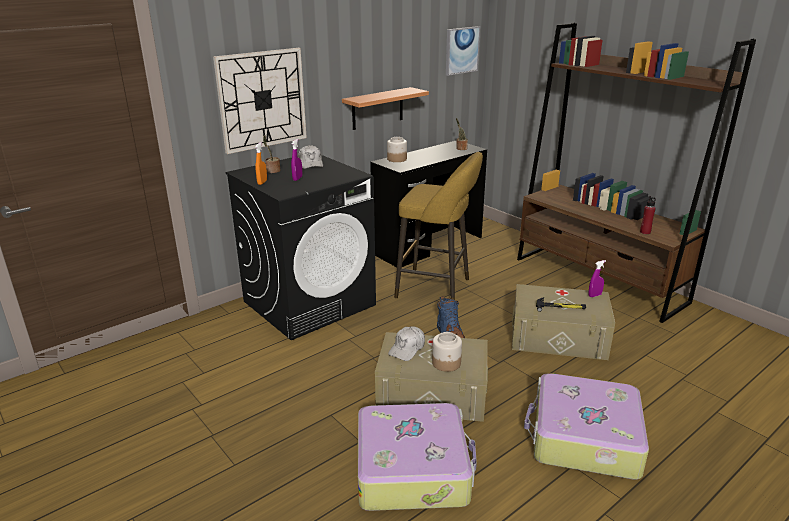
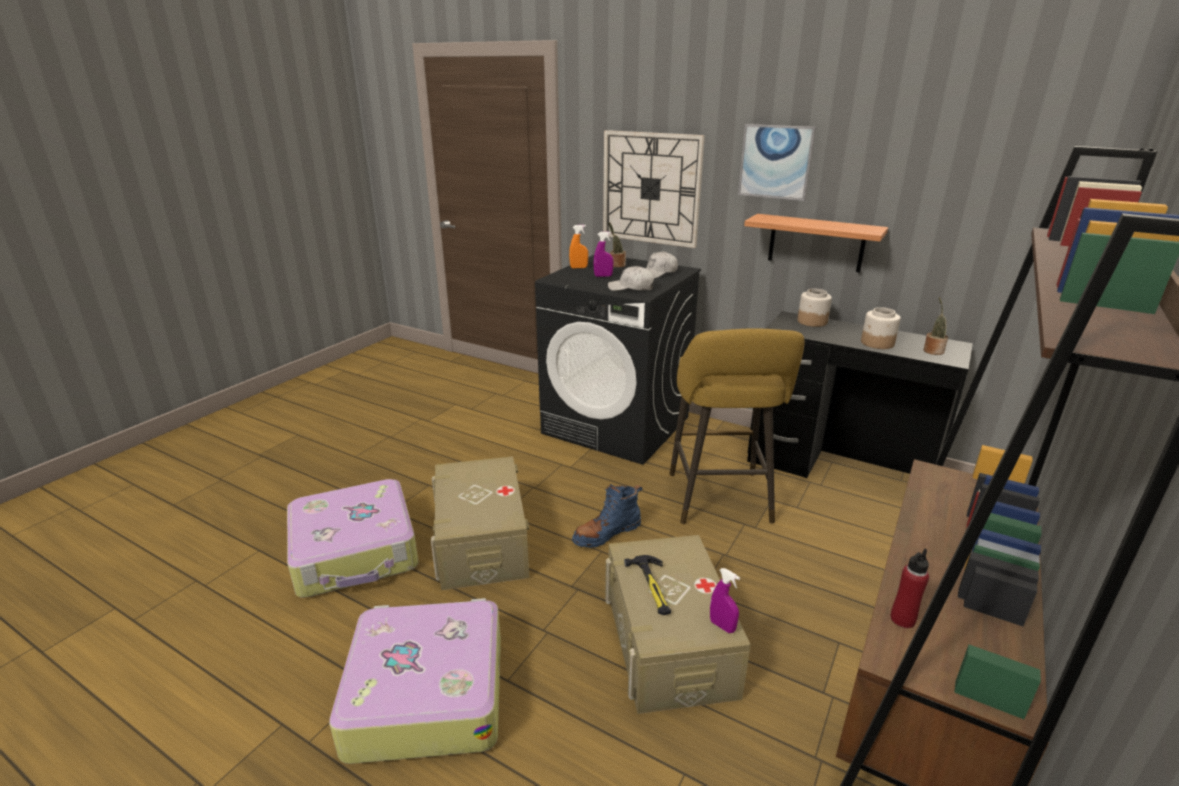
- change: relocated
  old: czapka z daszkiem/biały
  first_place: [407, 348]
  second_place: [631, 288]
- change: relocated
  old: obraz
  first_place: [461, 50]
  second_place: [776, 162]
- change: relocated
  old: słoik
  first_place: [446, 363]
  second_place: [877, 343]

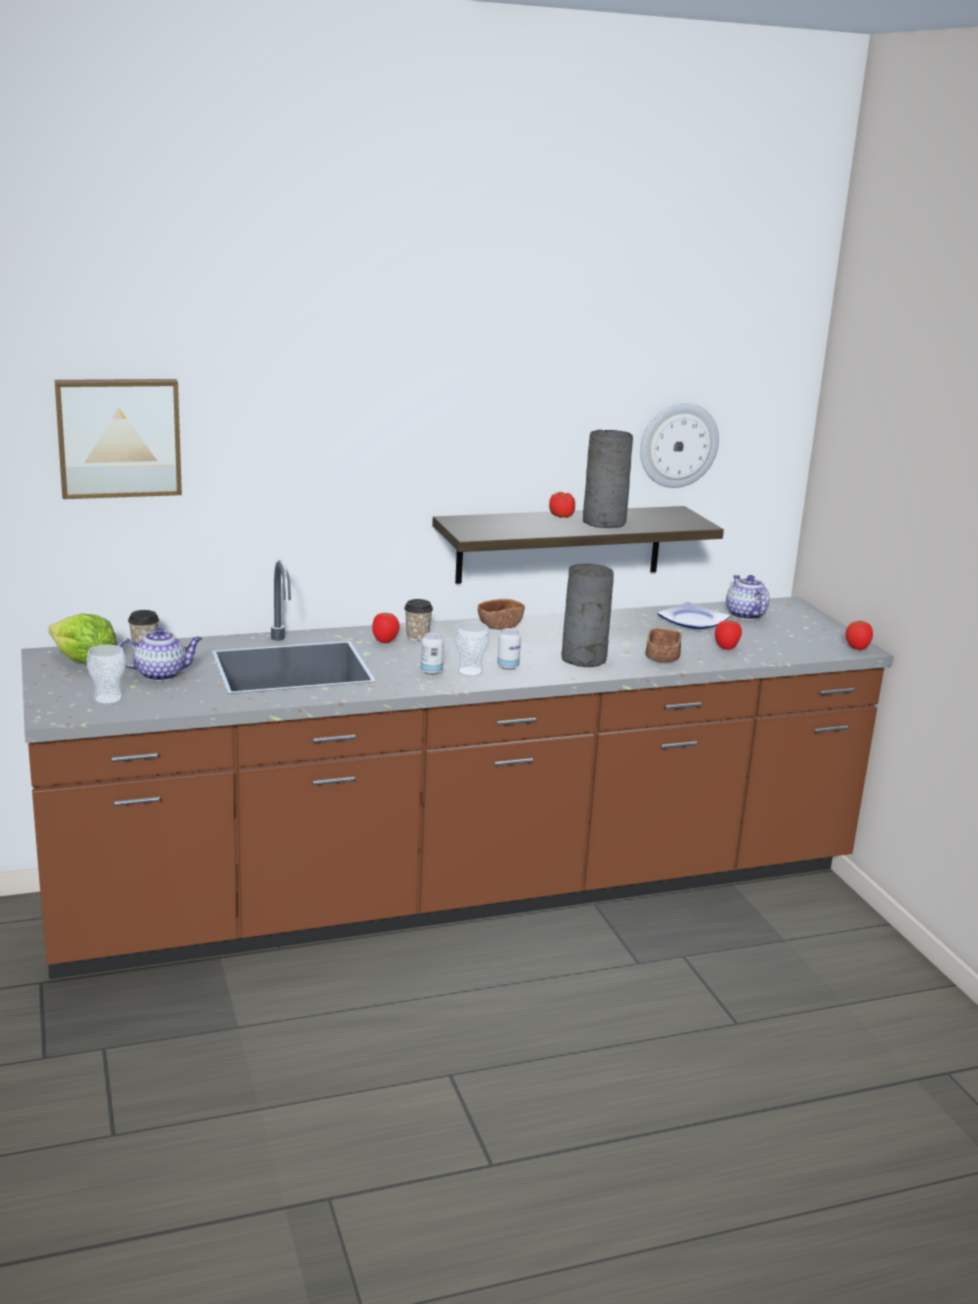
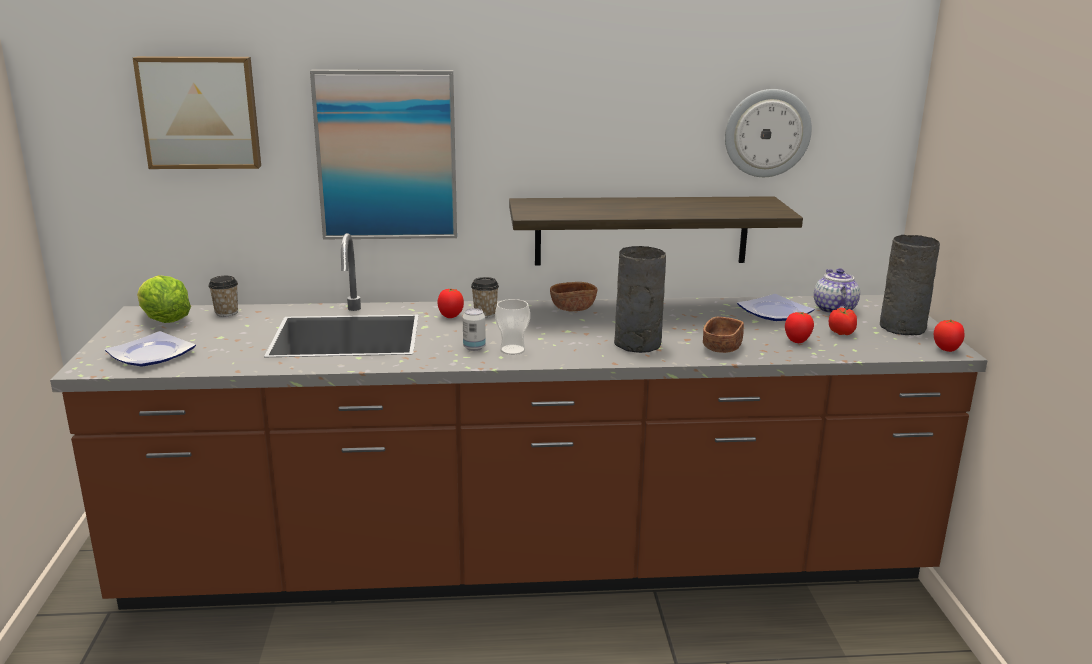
- change: exchanged
  old: filiżanka
  new: talerz
  first_place: [108, 699]
  second_place: [151, 355]
- change: appeared
  new: obraz
  second_place: [387, 155]
- change: relocated
  old: pomidor
  first_place: [561, 516]
  second_place: [841, 333]
- change: relocated
  old: wazon/szary
  first_place: [605, 522]
  second_place: [904, 327]
- change: missing
  old: imbryk
  first_place: [161, 674]
- change: missing
  old: puszka
  first_place: [508, 667]

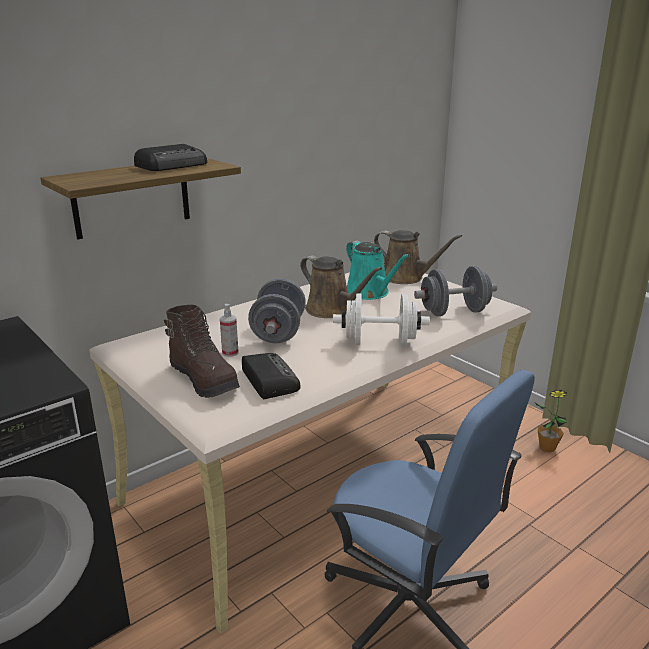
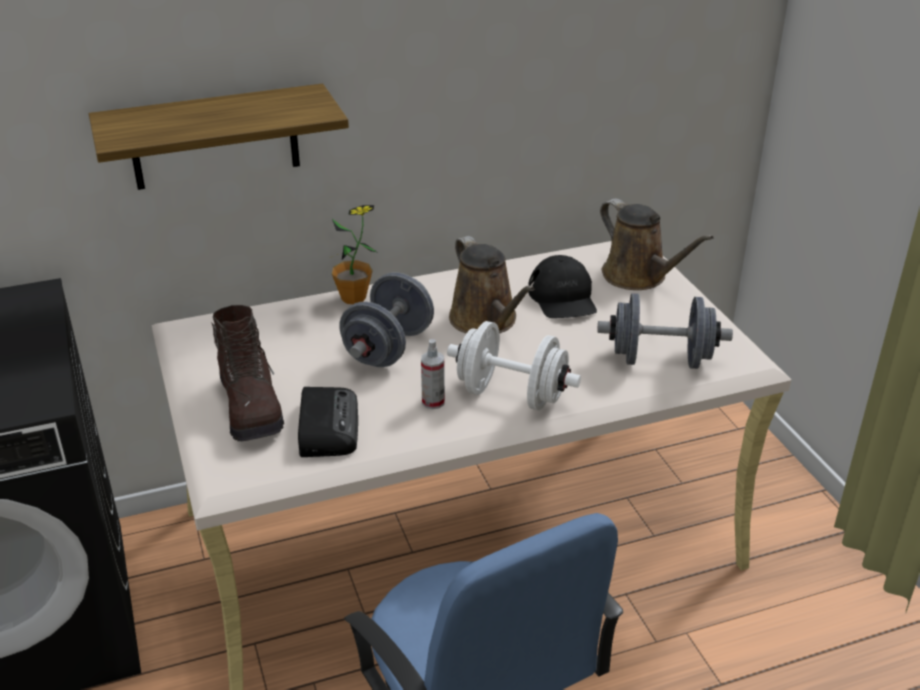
- change: relocated
  old: roślina doniczkowa
  first_place: [547, 448]
  second_place: [353, 298]
- change: relocated
  old: spryskiwacz
  first_place: [230, 353]
  second_place: [433, 402]
- change: exchanged
  old: konewka/turkusowy
  new: czapka z daszkiem/czarny
  first_place: [370, 293]
  second_place: [563, 298]
- change: missing
  old: radio
  first_place: [173, 165]

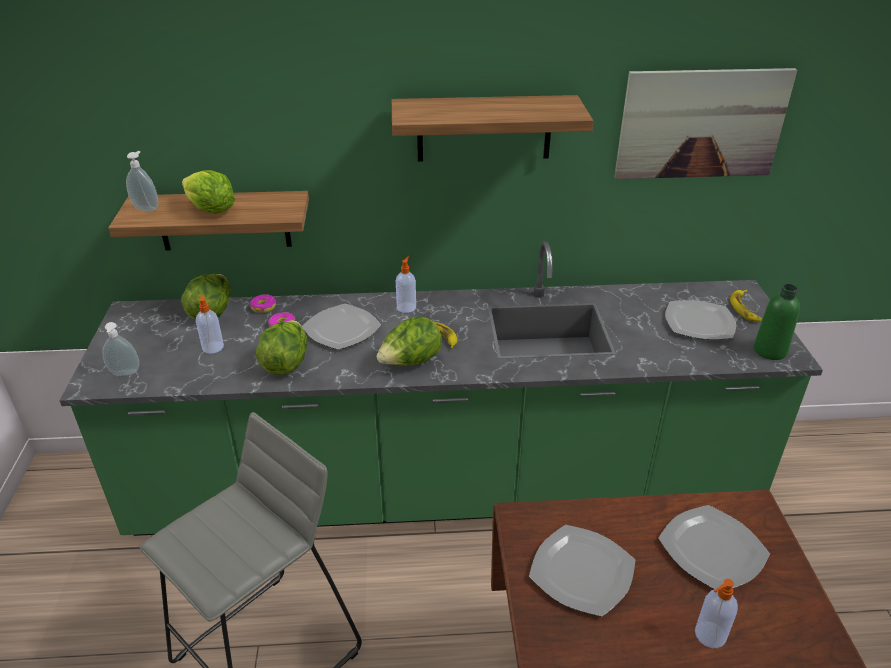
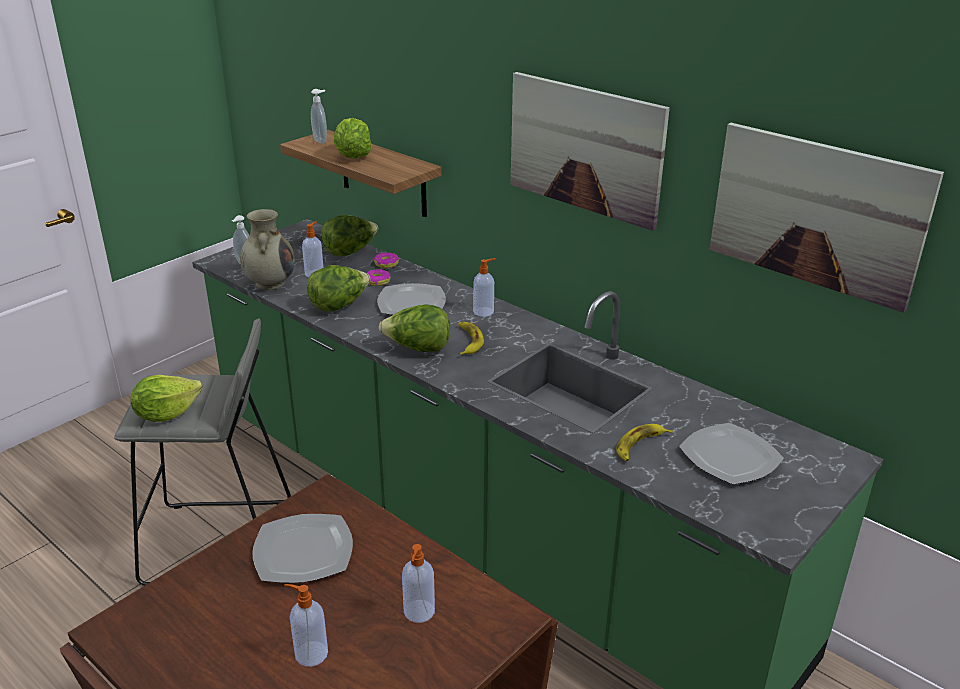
- change: appeared
  new: sałata
  second_place: [166, 414]
- change: appeared
  new: wazon/beżowy
  second_place: [270, 283]
- change: exchanged
  old: talerz
  new: dozownik mydła
  first_place: [712, 548]
  second_place: [419, 612]
- change: exchanged
  old: półka
  new: obraz
  first_place: [484, 128]
  second_place: [585, 148]
- change: relocated
  old: banan
  first_place: [745, 309]
  second_place: [640, 446]
- change: missing
  old: butelka/zielony
  first_place: [770, 351]

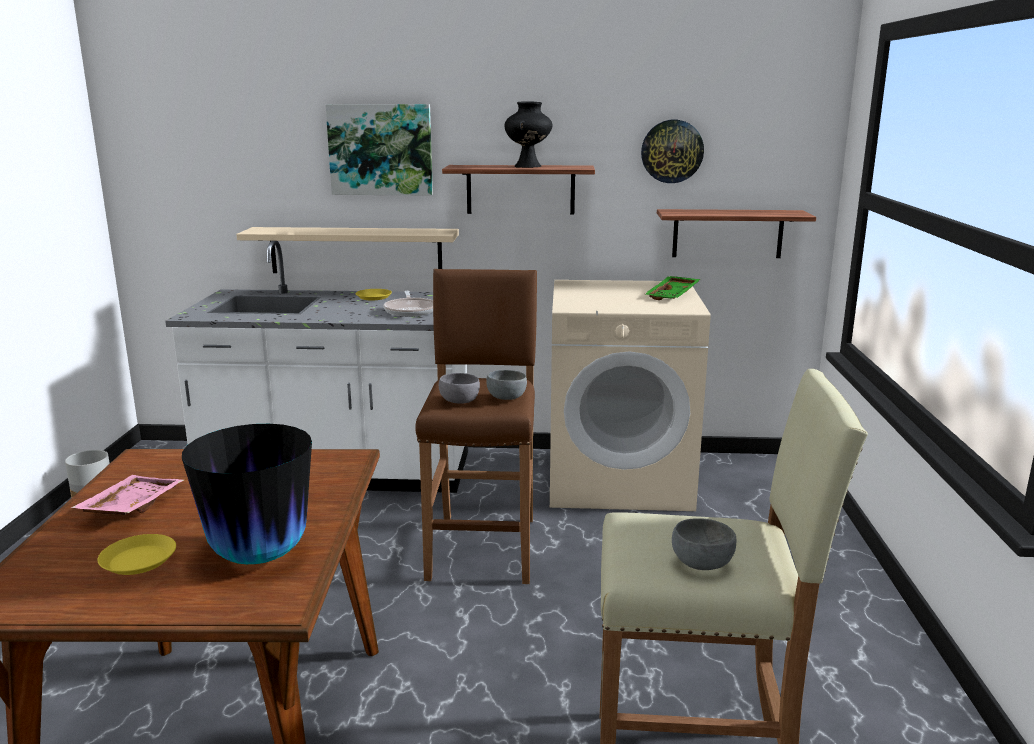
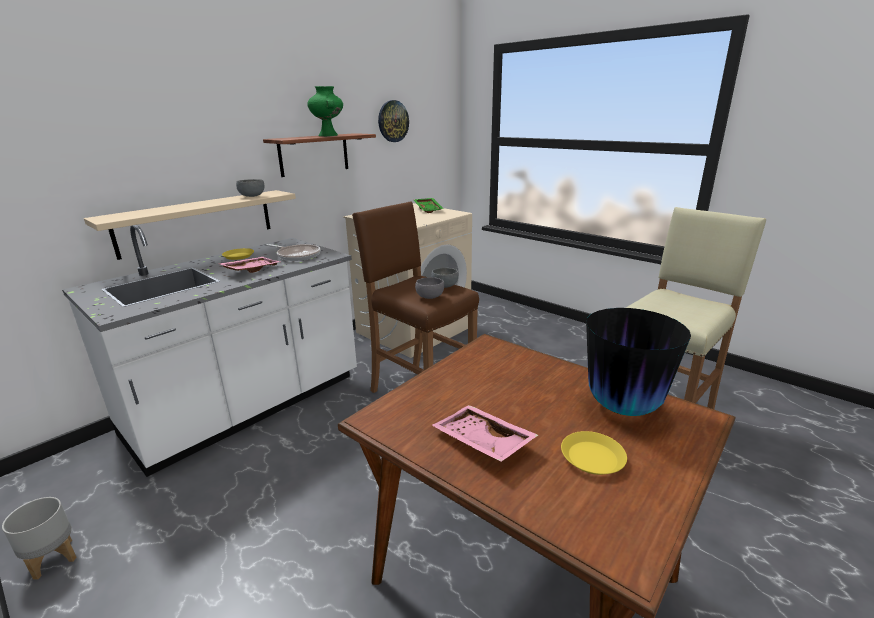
- change: appeared
  new: taca/różowy
  second_place: [251, 270]
- change: relocated
  old: miska/szary
  first_place: [701, 564]
  second_place: [252, 196]
- change: colour
  old: wazon/czarny
  new: wazon/zielony
  first_place: [528, 166]
  second_place: [329, 135]
- change: missing
  old: obraz
  first_place: [381, 149]
- change: missing
  old: półka
  first_place: [727, 233]

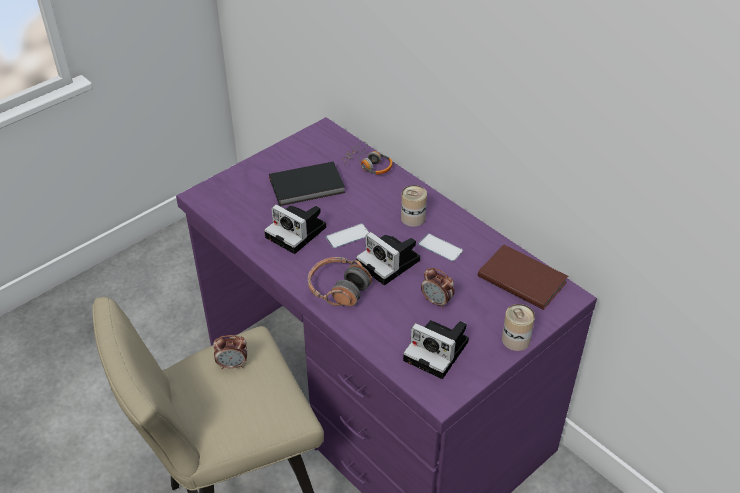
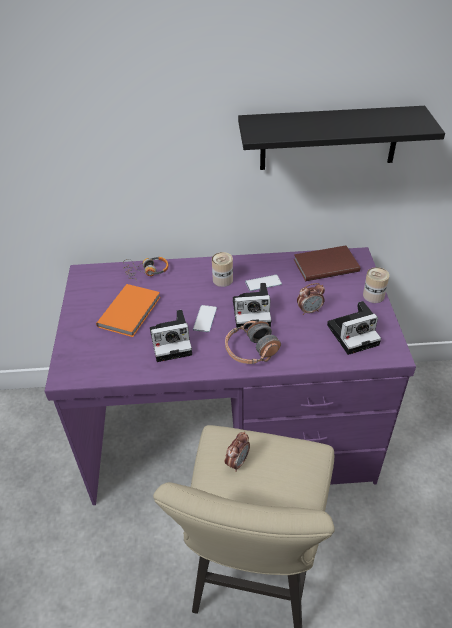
- change: colour
  old: książka/czarny
  new: książka/pomarańczowy
  first_place: [308, 186]
  second_place: [131, 311]
- change: appeared
  new: półka/czarny
  second_place: [329, 138]

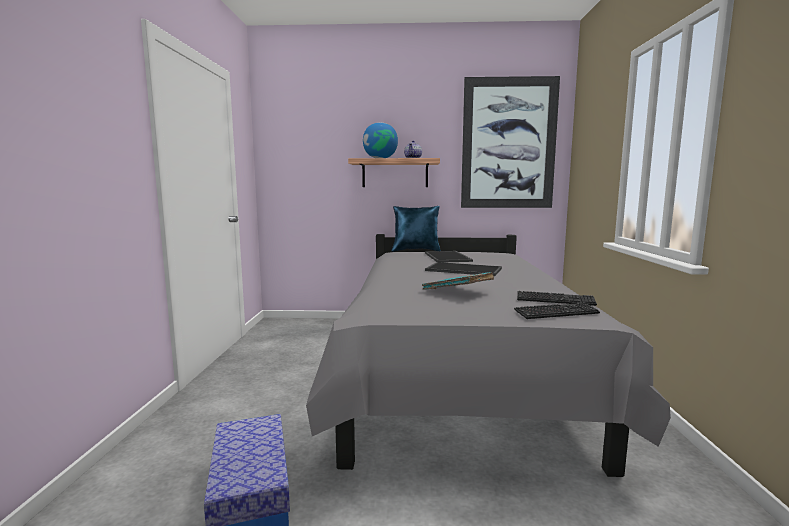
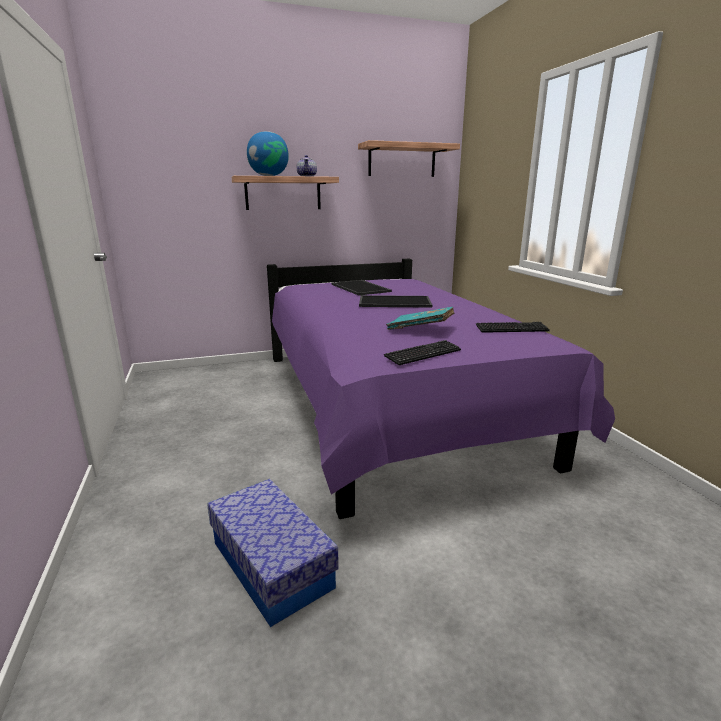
- change: colour
  old: łóżko/szary
  new: łóżko/fioletowy
  first_place: [455, 375]
  second_place: [389, 407]
- change: exchanged
  old: obraz
  new: półka
  first_place: [508, 144]
  second_place: [402, 160]
- change: relocated
  old: klawiatura
  first_place: [556, 313]
  second_place: [423, 354]
- change: missing
  old: poduszka/niebieski
  first_place: [416, 251]

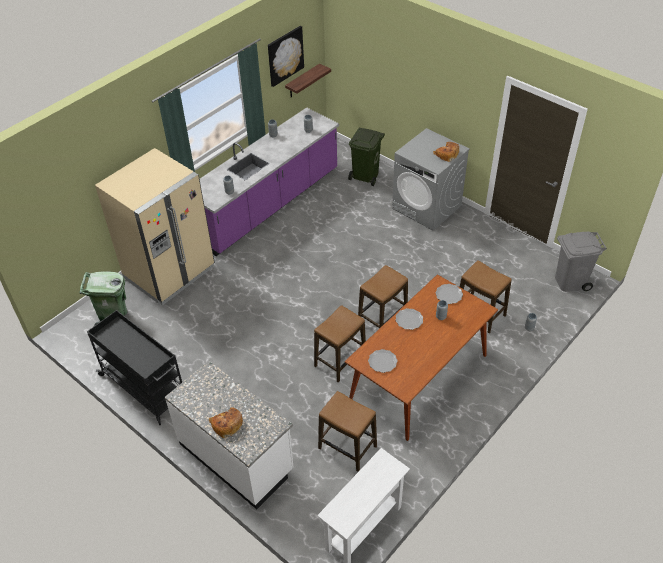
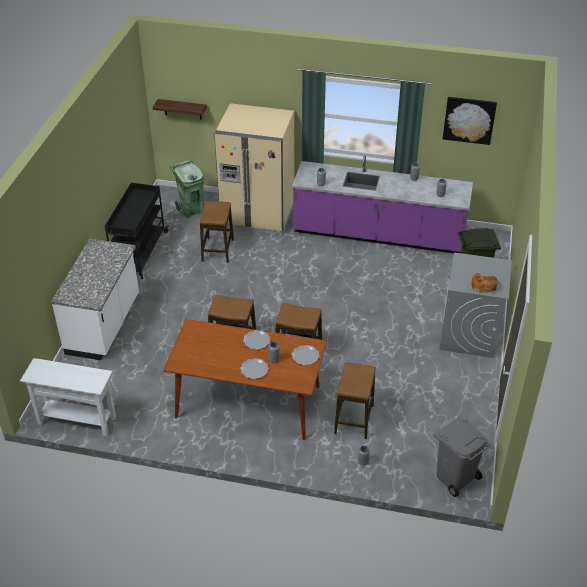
- change: relocated
  old: półka
  first_place: [302, 81]
  second_place: [182, 109]
- change: relocated
  old: stołek
  first_place: [347, 447]
  second_place: [217, 250]
- change: relocated
  old: talerz
  first_place: [382, 362]
  second_place: [254, 369]
- change: missing
  old: chleb
  first_place: [226, 424]

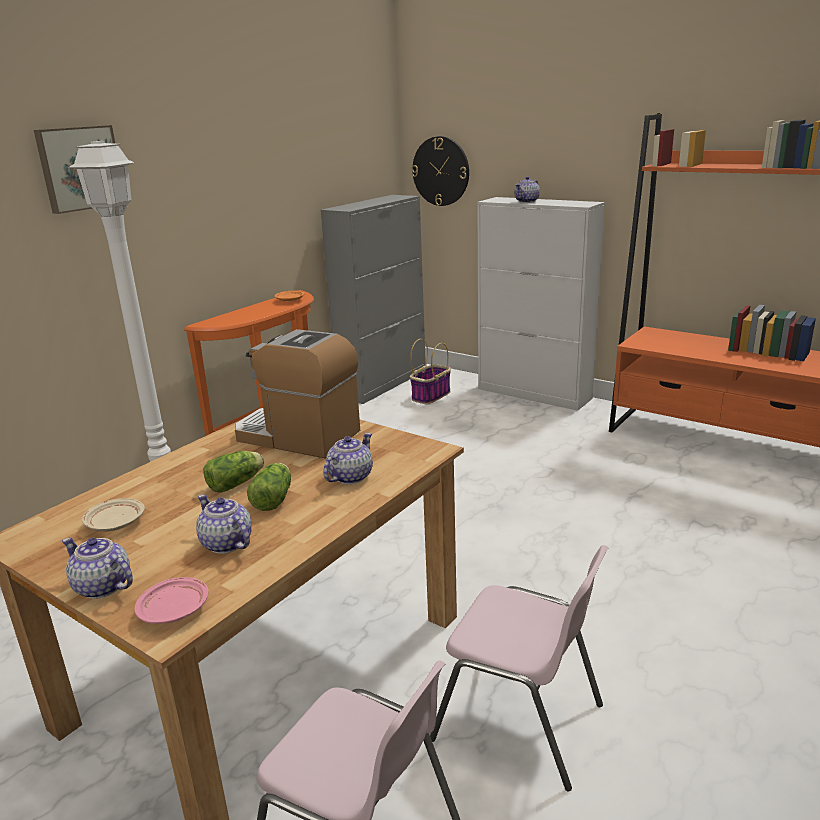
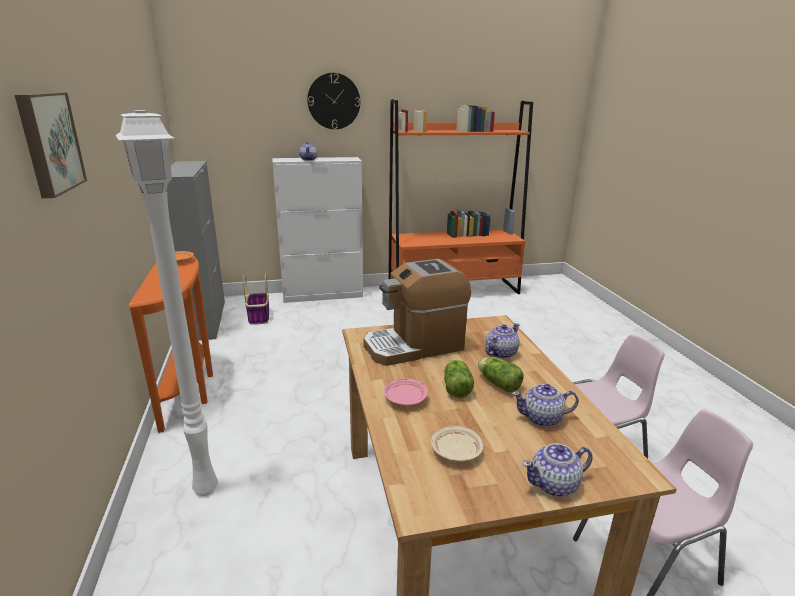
- change: relocated
  old: zegar ścienny
  first_place: [441, 171]
  second_place: [334, 101]
- change: relocated
  old: talerz/różowy
  first_place: [175, 610]
  second_place: [405, 398]
- change: spun
  old: imbryk
  first_place: [349, 477]
  second_place: [500, 353]
  degrees: 60

